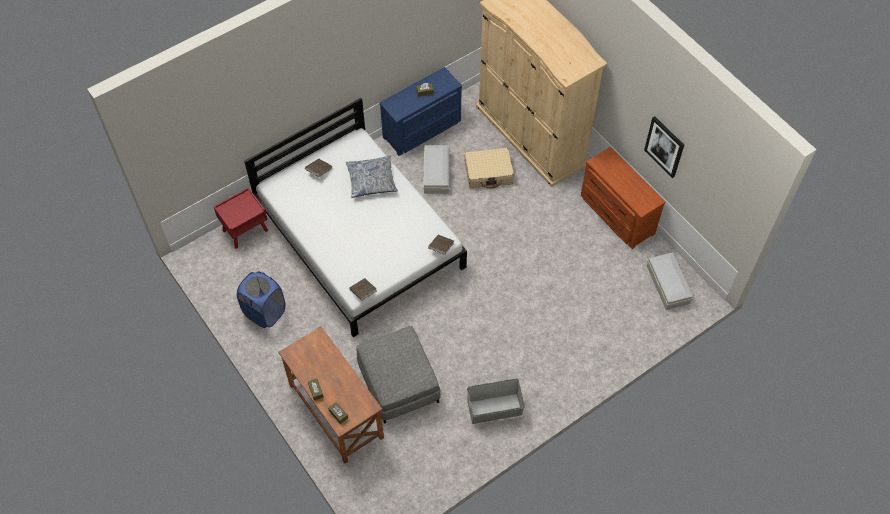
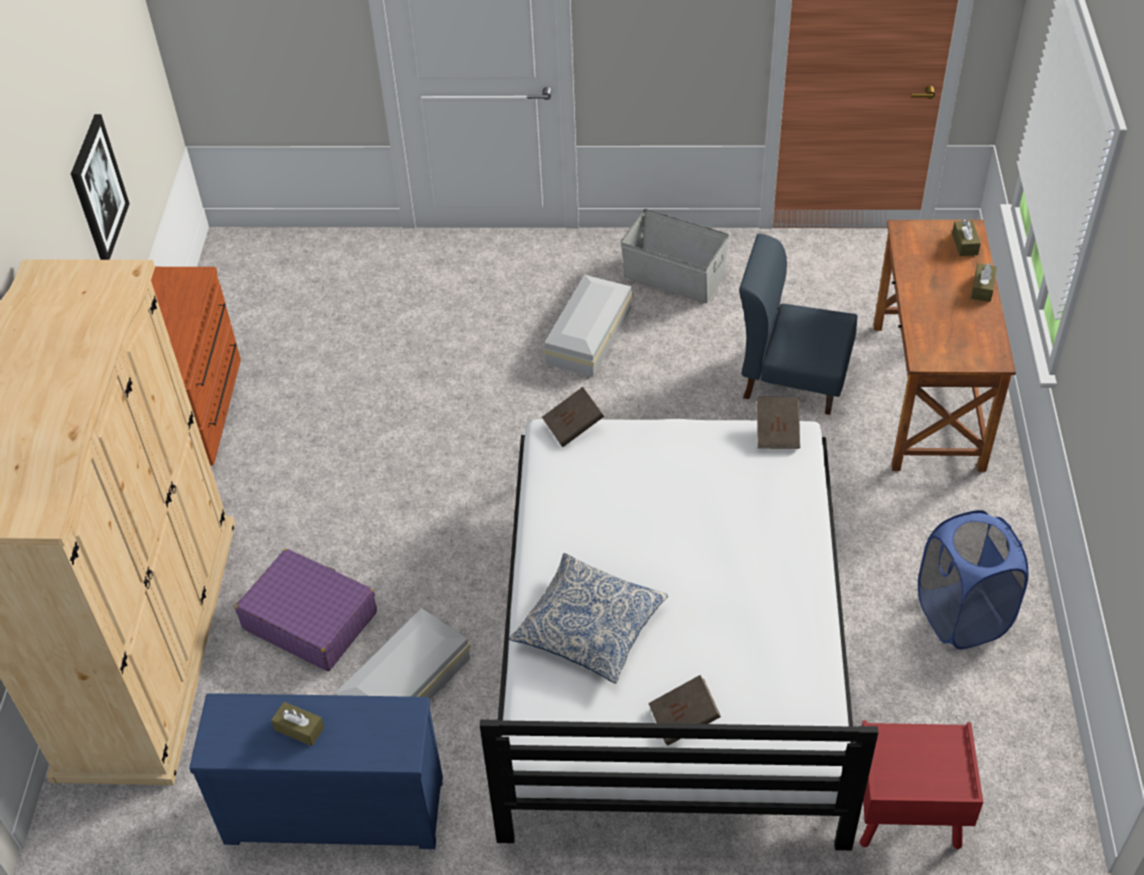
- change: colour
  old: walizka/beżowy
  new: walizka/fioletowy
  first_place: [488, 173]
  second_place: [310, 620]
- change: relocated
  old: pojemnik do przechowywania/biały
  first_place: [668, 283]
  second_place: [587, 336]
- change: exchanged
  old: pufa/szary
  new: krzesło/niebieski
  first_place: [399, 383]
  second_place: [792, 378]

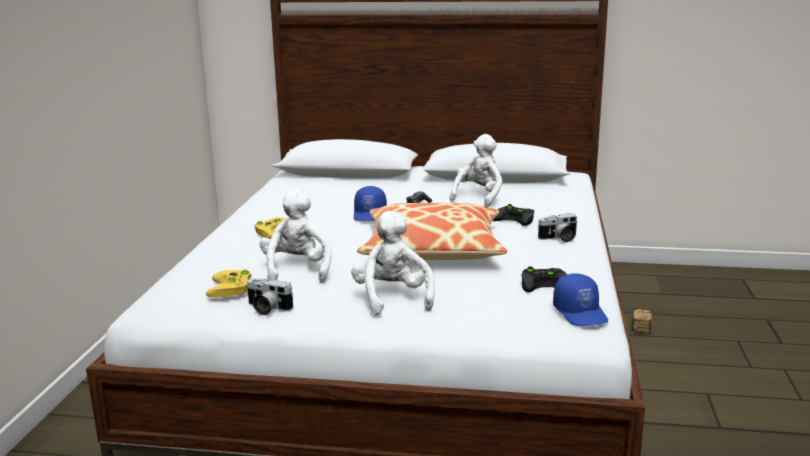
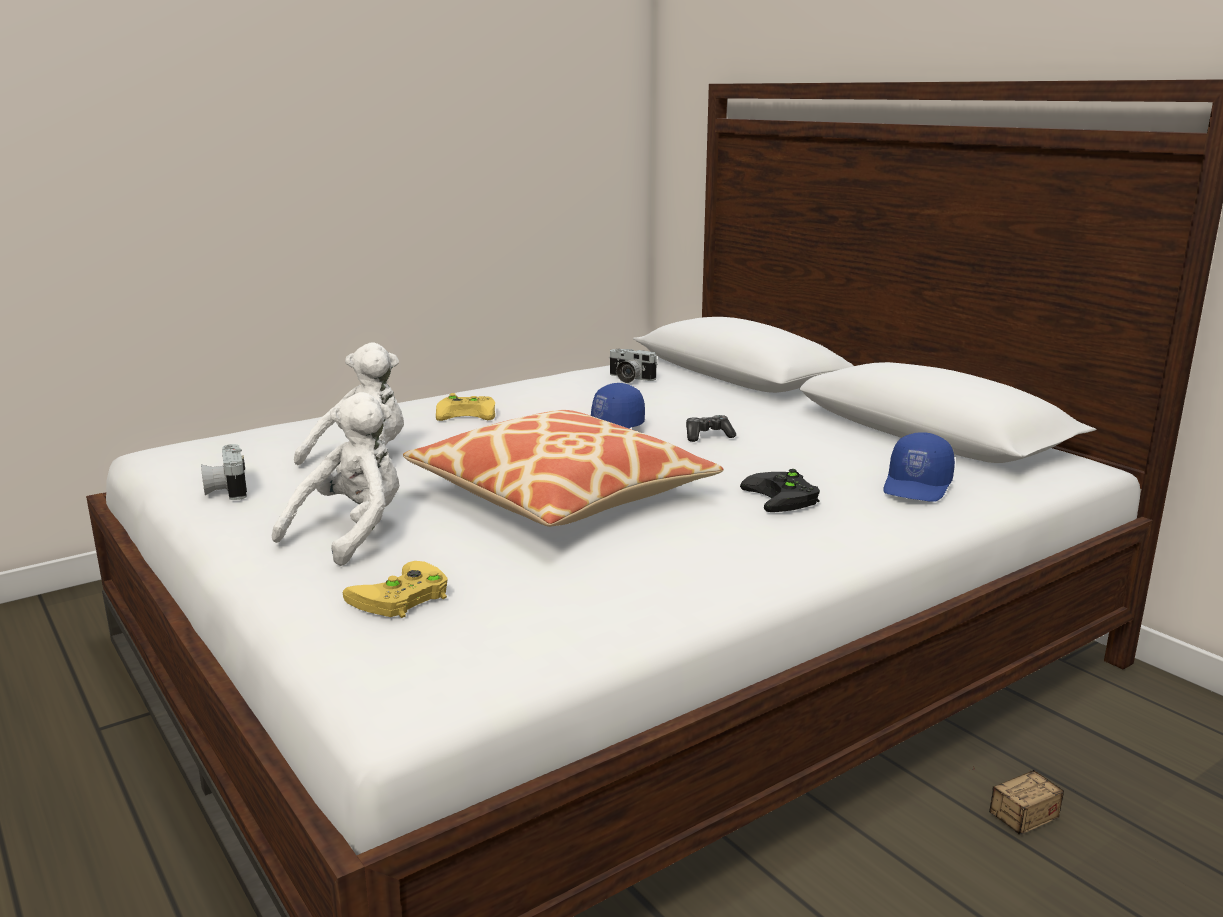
- change: relocated
  old: pad do gier/żółty
  first_place: [232, 288]
  second_place: [399, 598]
- change: relocated
  old: aparat fotograficzny
  first_place: [559, 238]
  second_place: [629, 379]
- change: relocated
  old: czapka z daszkiem/niebieski
  first_place: [581, 313]
  second_place: [918, 487]
- change: missing
  old: pluszak/biały
  first_place: [479, 197]
- change: missing
  old: pad do gier/czarny
  first_place: [545, 283]

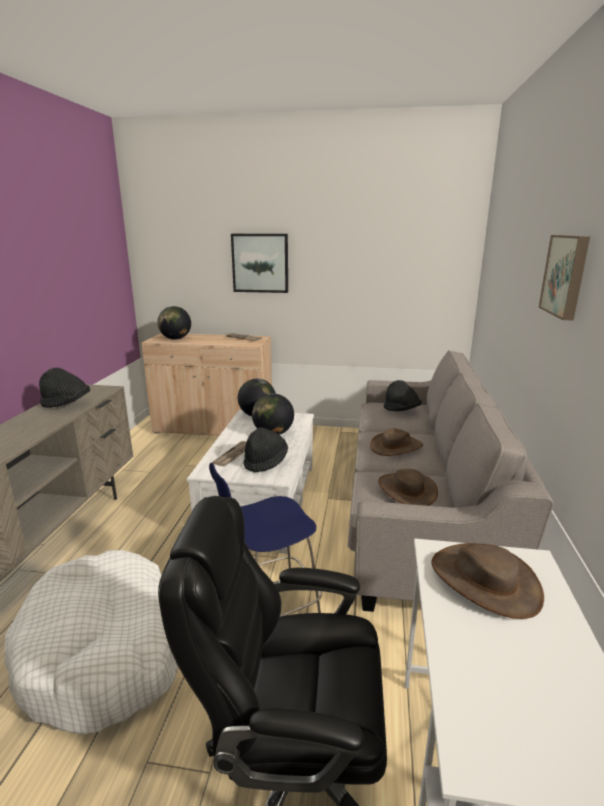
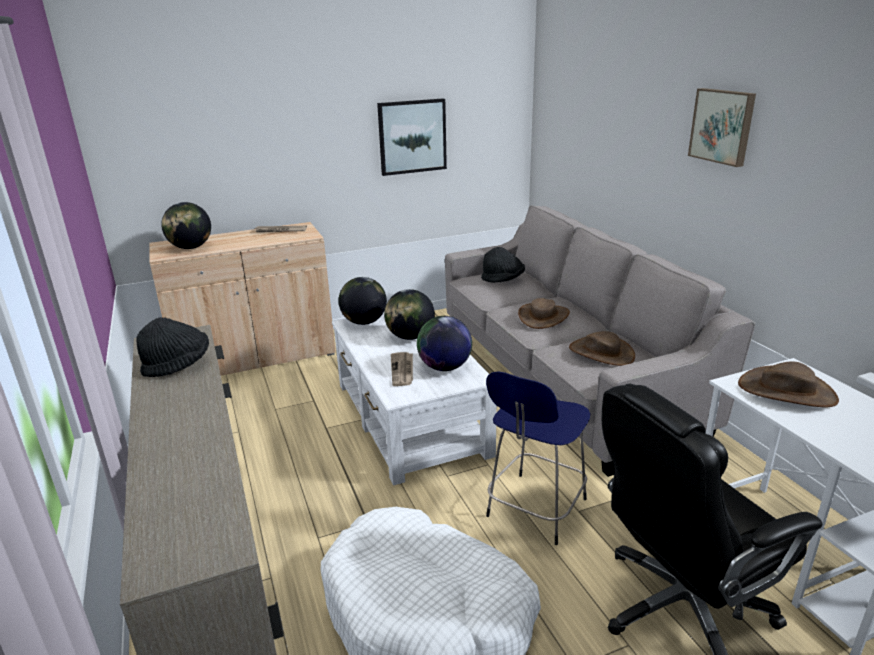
- change: relocated
  old: obraz
  first_place: [260, 263]
  second_place: [412, 136]
- change: exchanged
  old: kapelusz/czarny
  new: globus
  first_place: [265, 462]
  second_place: [444, 367]

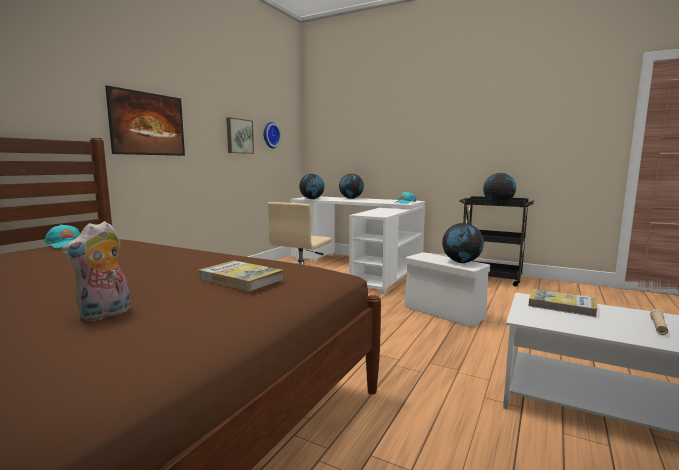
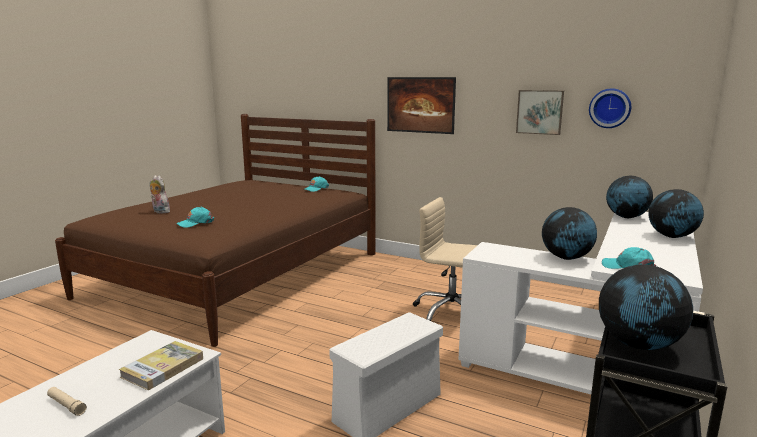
- change: exchanged
  old: książka
  new: czapka z daszkiem/turkusowy
  first_place: [241, 279]
  second_place: [195, 223]
- change: relocated
  old: globus
  first_place: [461, 262]
  second_place: [566, 258]

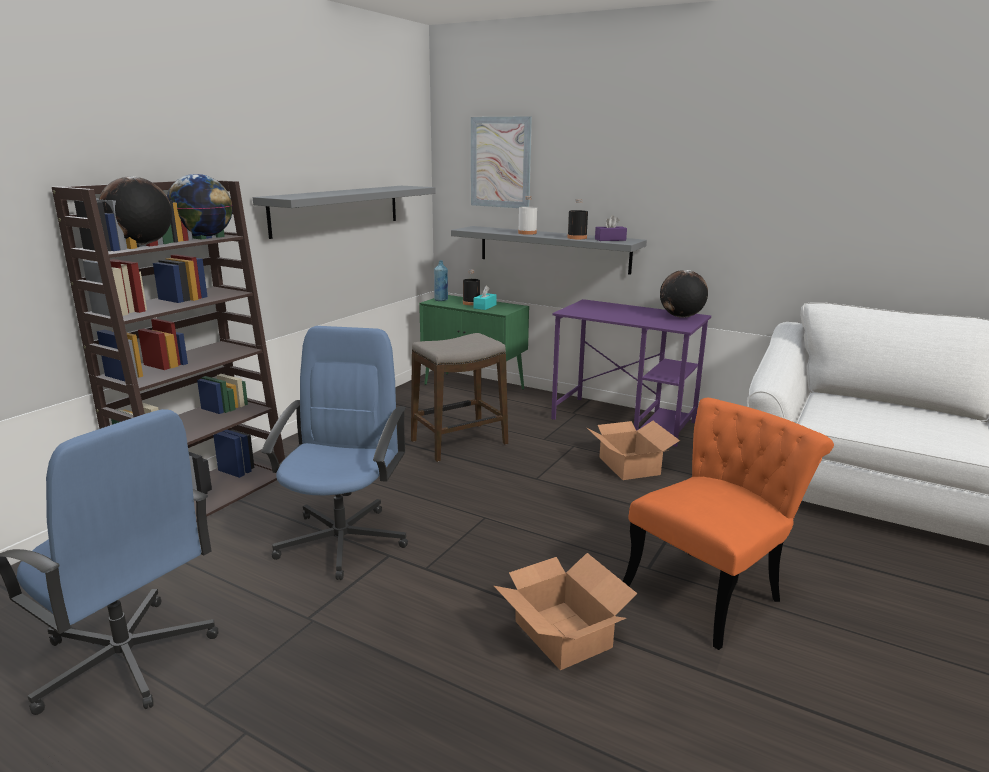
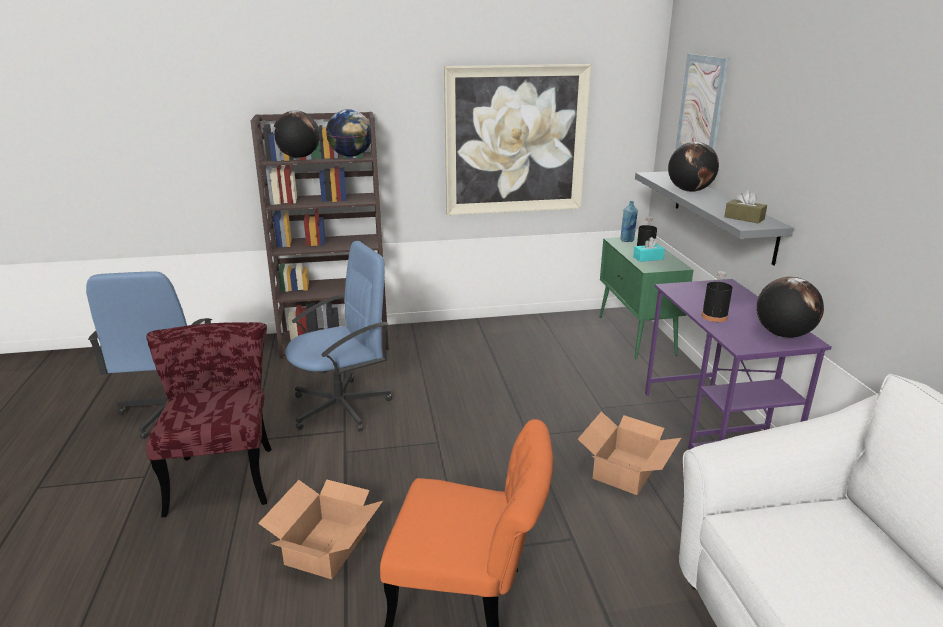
- change: appeared
  new: krzesło/czerwony
  second_place: [224, 472]
- change: exchanged
  old: półka/szary
  new: obraz
  first_place: [337, 209]
  second_place: [515, 140]
- change: exchanged
  old: butelka/biały
  new: globus
  first_place: [527, 233]
  second_place: [689, 191]
- change: relocated
  old: butelka/czarny
  first_place: [577, 238]
  second_place: [714, 316]
- change: colour
  old: pudełko chusteczek/fioletowy
  new: pudełko chusteczek/brązowy
  first_place: [610, 239]
  second_place: [744, 218]
- change: missing
  old: stołek
  first_place: [459, 443]

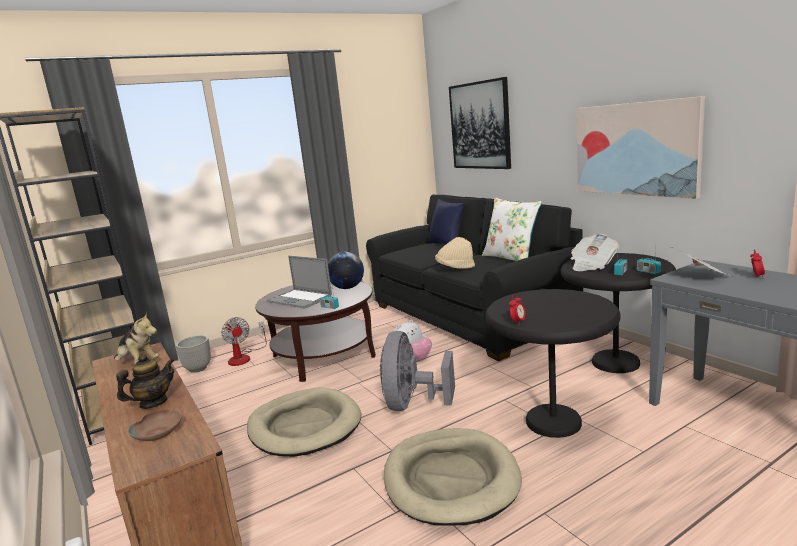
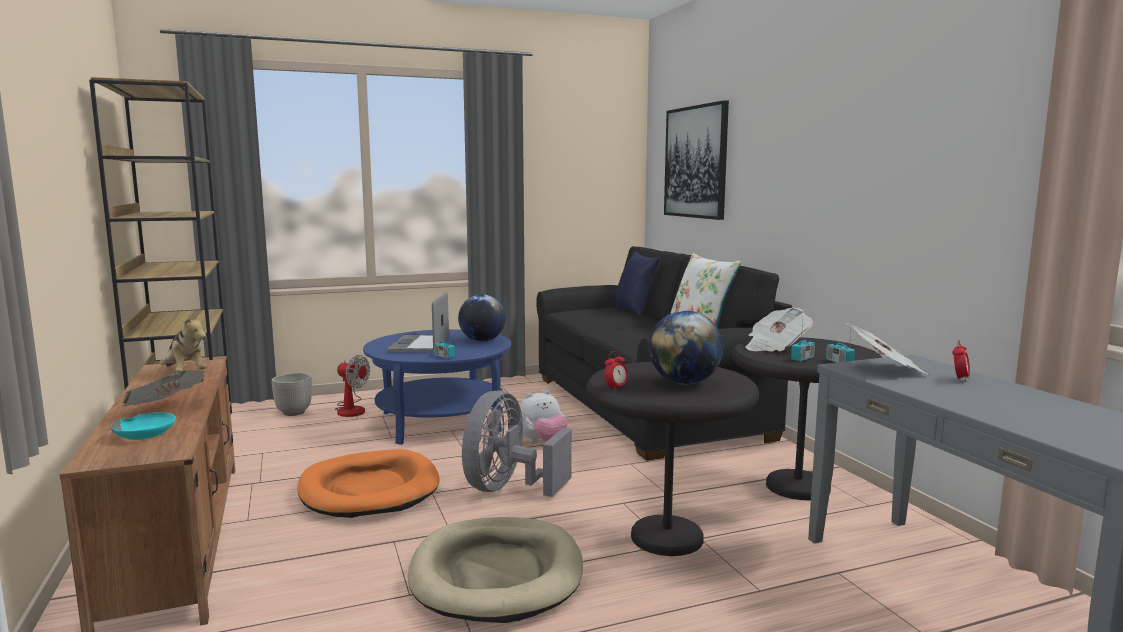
- change: colour
  old: miska/brązowy
  new: miska/turkusowy
  first_place: [158, 432]
  second_place: [146, 434]
- change: exchanged
  old: imbryk
  new: gazeta
  first_place: [153, 403]
  second_place: [166, 409]
- change: colour
  old: legowisko/beżowy
  new: legowisko/pomarańczowy
  first_place: [304, 426]
  second_place: [369, 489]
- change: spun
  old: wentylator
  first_place: [244, 357]
  second_place: [351, 409]
  degrees: -45
- change: colour
  old: ława/brązowy
  new: ława/niebieski
  first_place: [323, 356]
  second_place: [441, 422]
- change: spun
  old: laptop
  first_place: [299, 299]
  second_place: [419, 344]
  degrees: 45
- change: appeared
  new: globus
  second_place: [684, 383]
- change: missing
  old: kapelusz/beżowy
  first_place: [455, 268]
- change: missing
  old: obraz
  first_place: [635, 149]

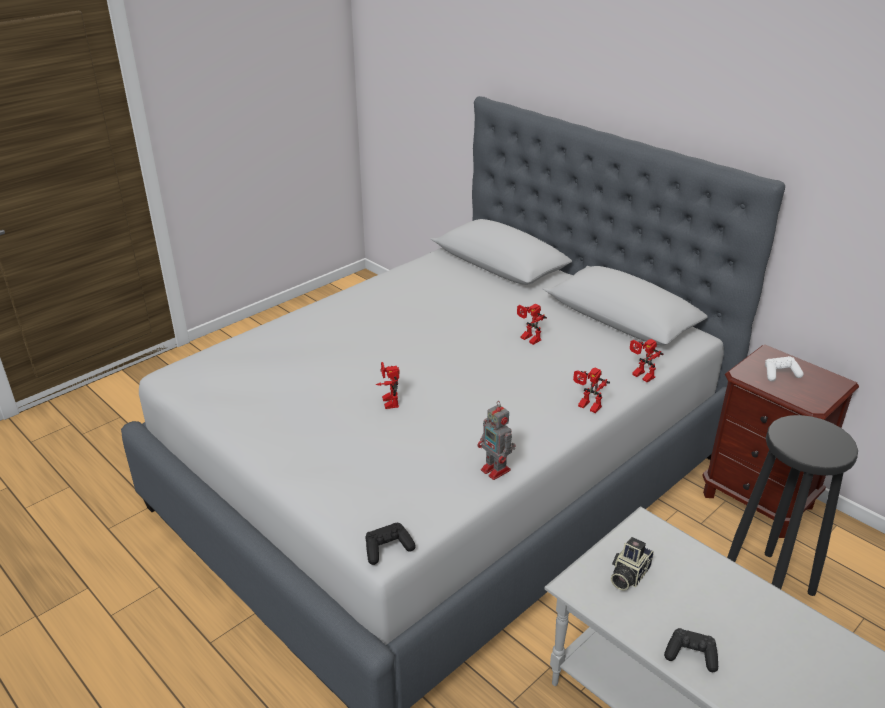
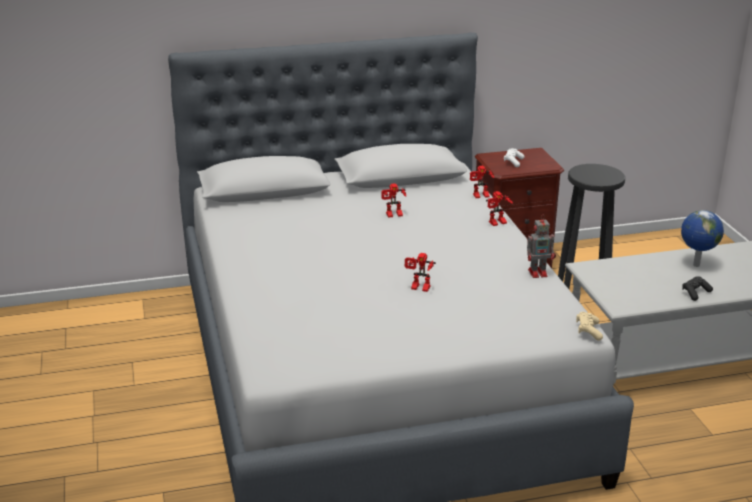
- change: colour
  old: pad do gier/czarny
  new: pad do gier/beżowy
  first_place: [387, 549]
  second_place: [588, 331]
- change: appeared
  new: globus
  second_place: [695, 265]
- change: missing
  old: aparat fotograficzny
  first_place: [627, 575]

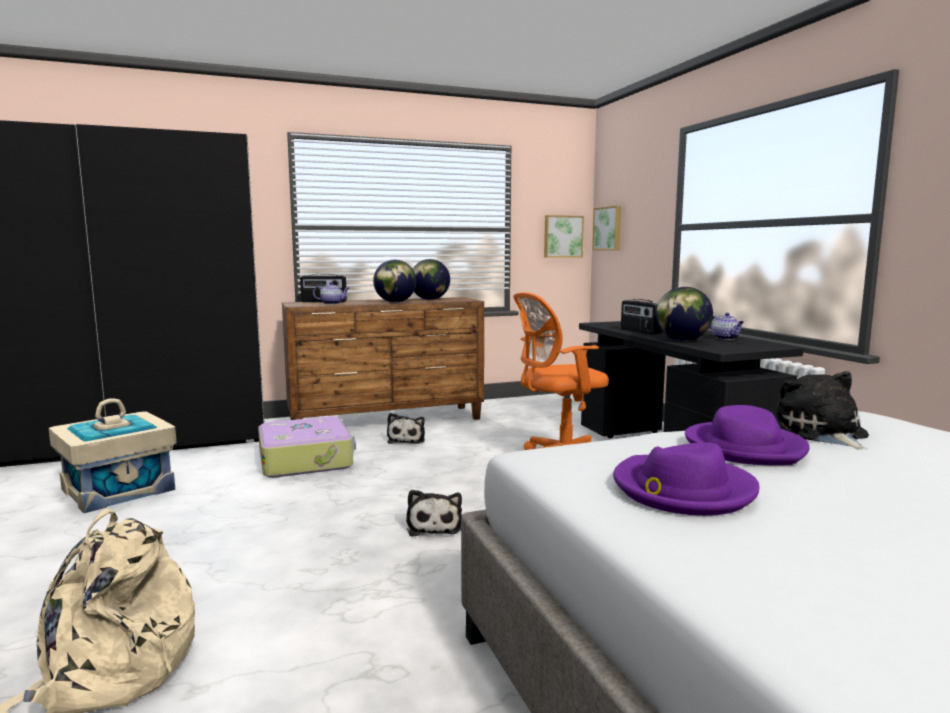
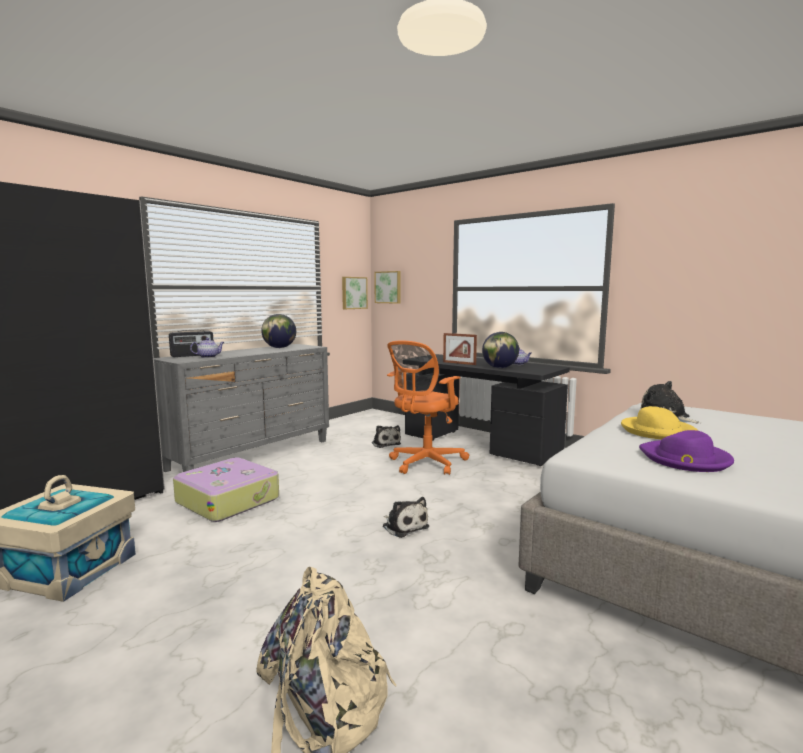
- change: colour
  old: komoda/brązowy
  new: komoda/szary
  first_place: [387, 421]
  second_place: [253, 455]
- change: relocated
  old: pluszak
  first_place: [407, 440]
  second_place: [385, 443]
- change: exchanged
  old: radio
  new: ramka na zdjęcie
  first_place: [640, 332]
  second_place: [459, 363]
- change: colour
  old: kapelusz/fioletowy
  new: kapelusz/żółty
  first_place: [745, 448]
  second_place: [656, 431]
- change: missing
  old: globus
  first_place: [395, 302]

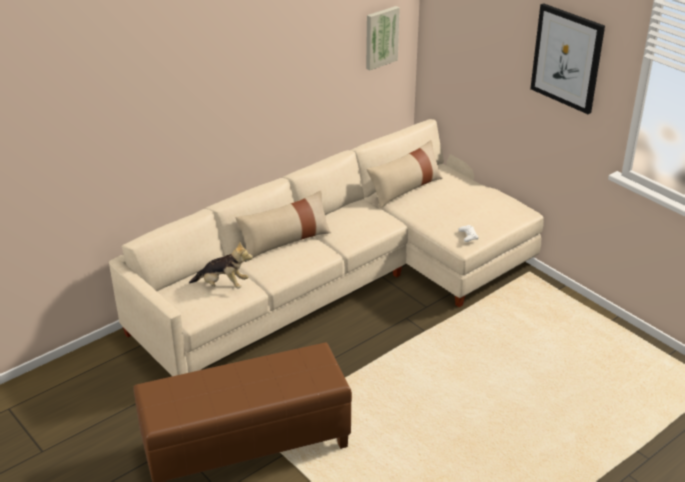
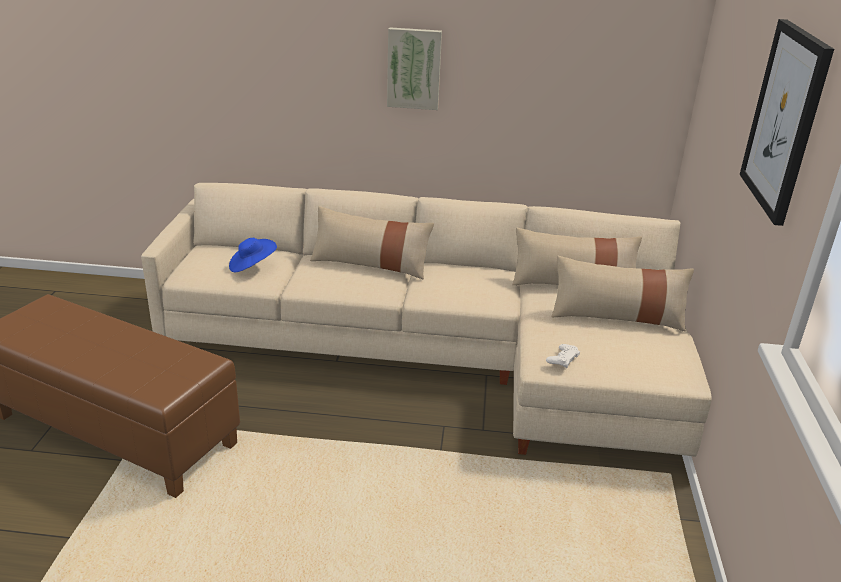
- change: exchanged
  old: pluszak
  new: kapelusz/niebieski
  first_place: [223, 285]
  second_place: [252, 266]
- change: relocated
  old: obraz
  first_place: [380, 37]
  second_place: [414, 68]
- change: appeared
  new: poduszka/beżowy
  second_place: [617, 316]

